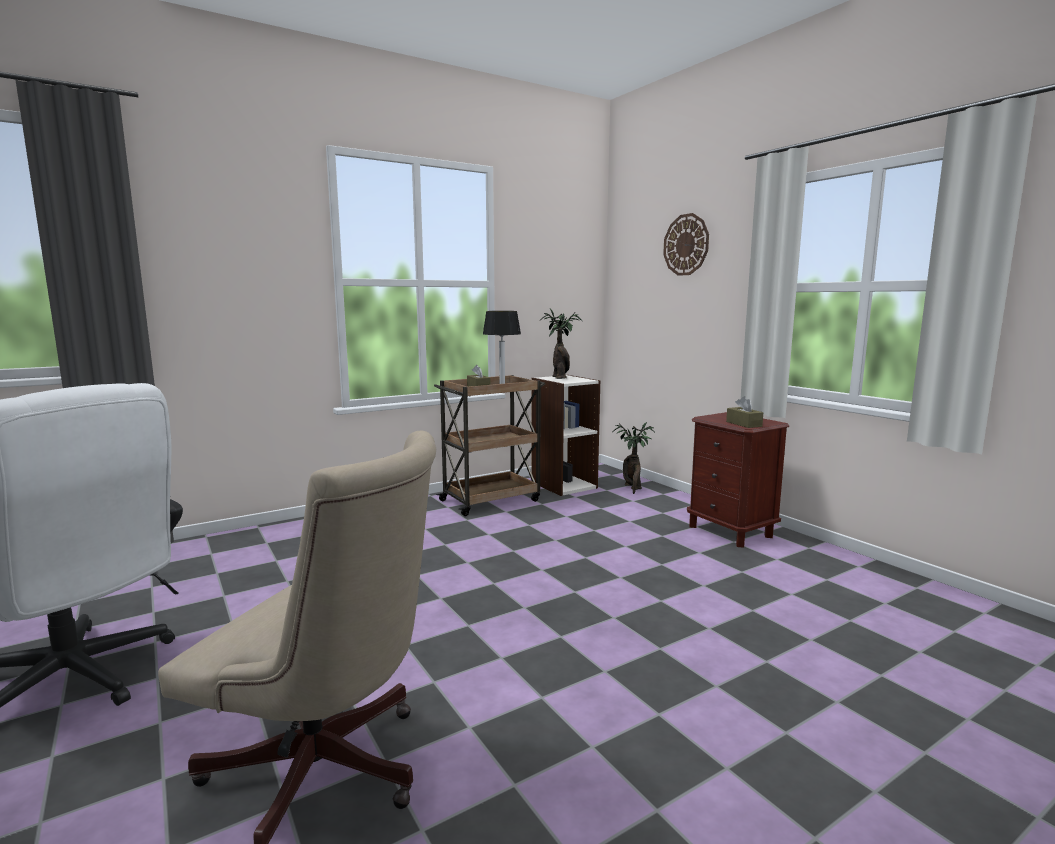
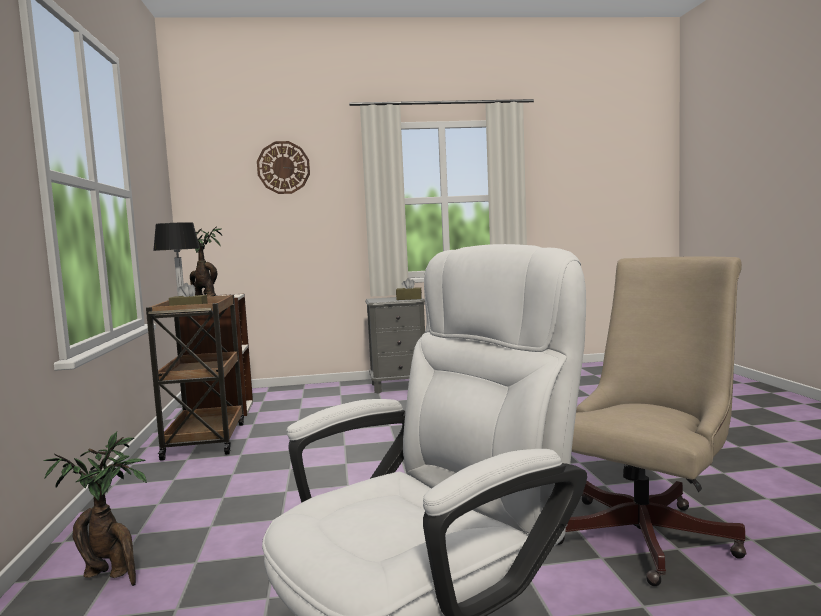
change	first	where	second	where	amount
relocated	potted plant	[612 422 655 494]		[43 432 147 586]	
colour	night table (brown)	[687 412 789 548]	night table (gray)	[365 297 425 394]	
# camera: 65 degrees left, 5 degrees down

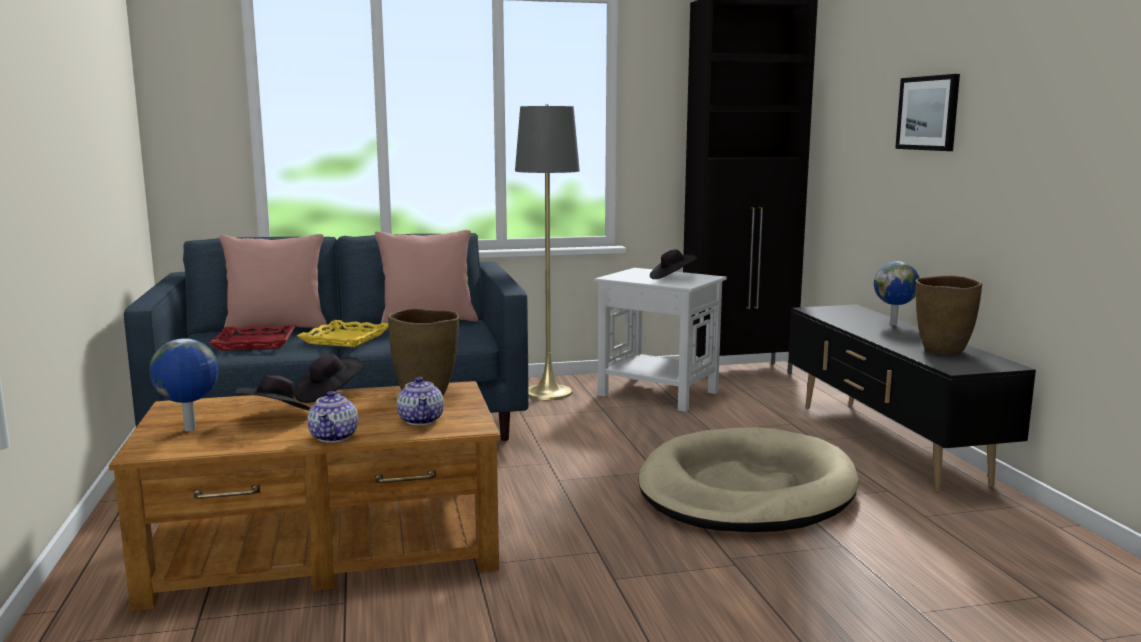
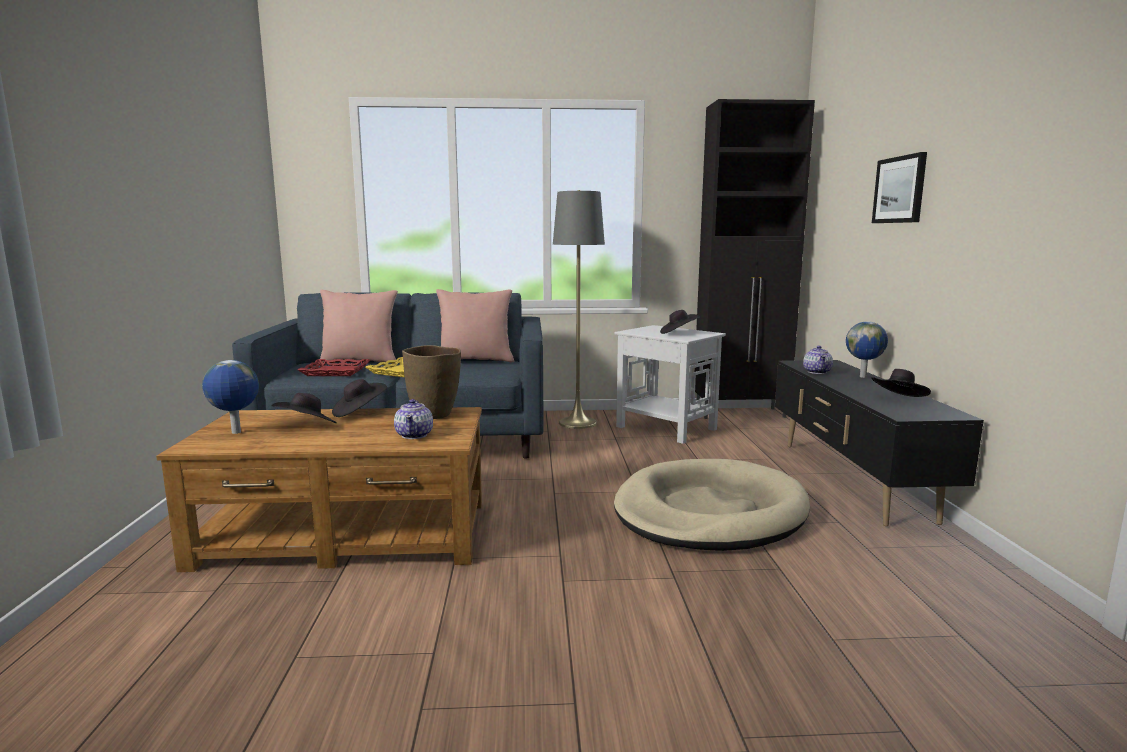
change	first	where	second	where	amount
relocated	pot for tea	[307 391 358 443]		[803 346 833 374]	
exchanged	vase (brown)	[916 276 982 355]	hat (blackish)	[871 369 931 397]	
# camera: 10 degrees right, 0 degrees up

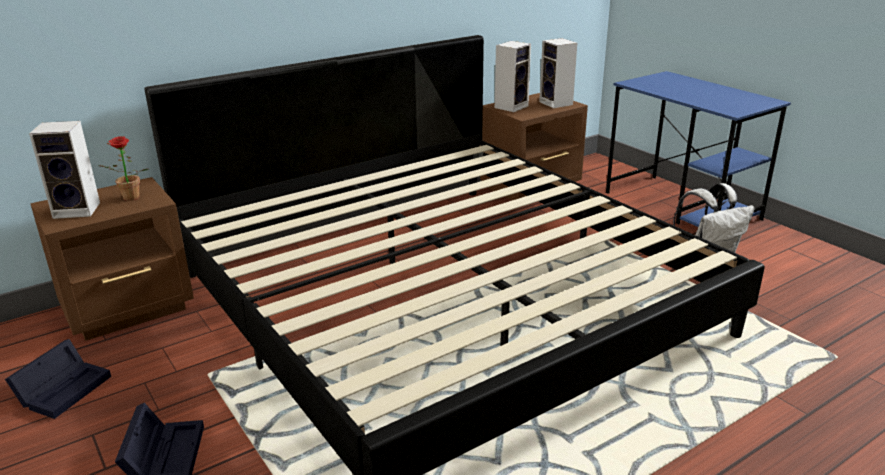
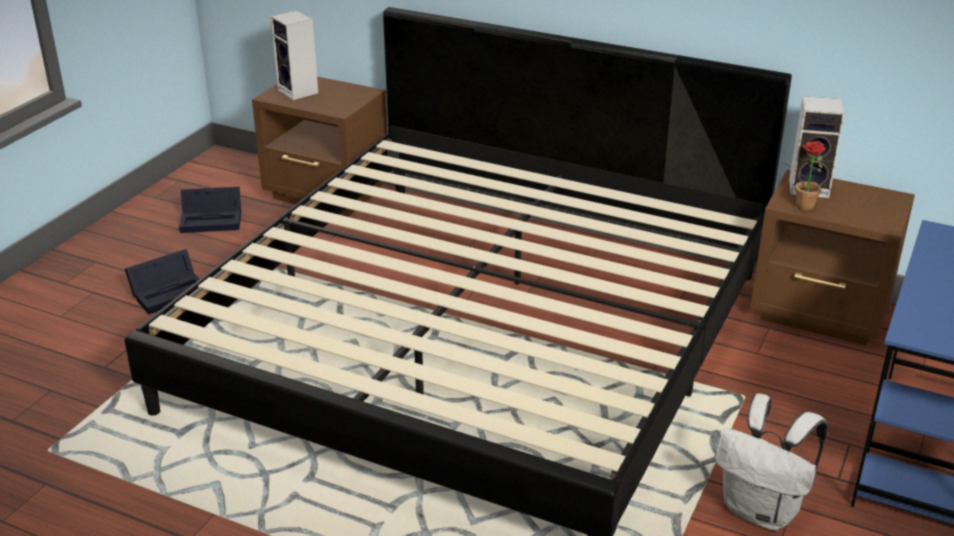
change	first	where	second	where	amount
relocated	potted plant	[98 136 148 201]		[782 142 828 211]	
missing	speaker	[539 38 577 108]			
# camera: 60 degrees right, 5 degrees up

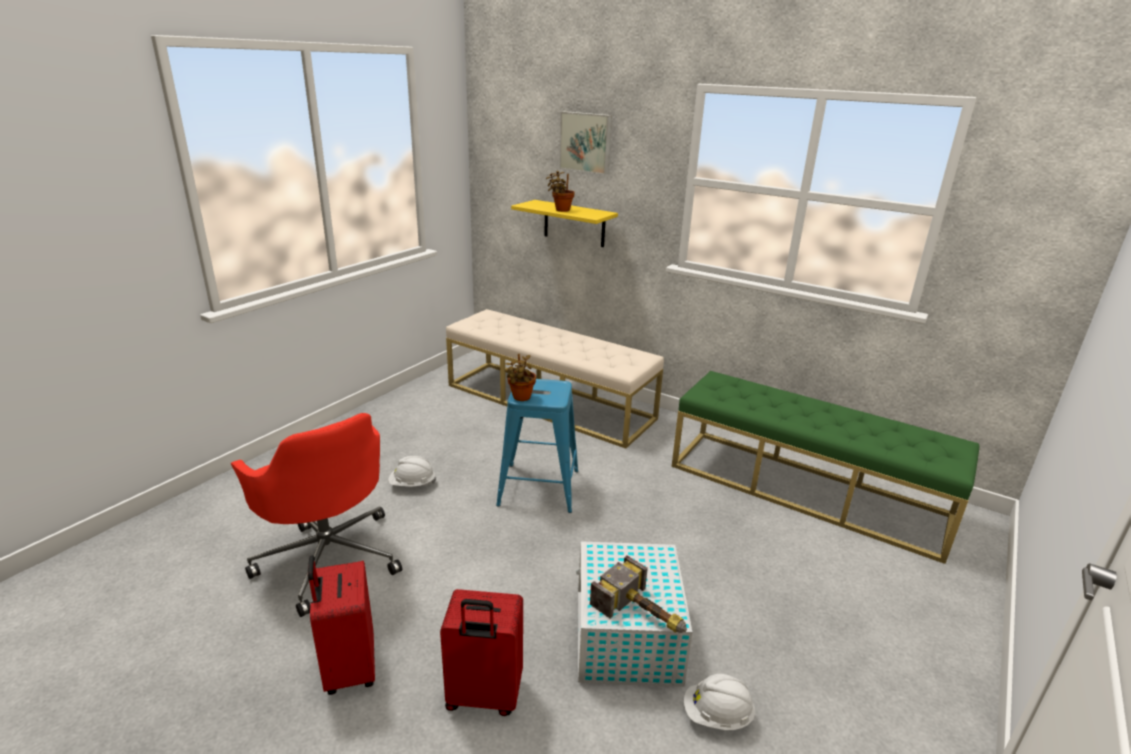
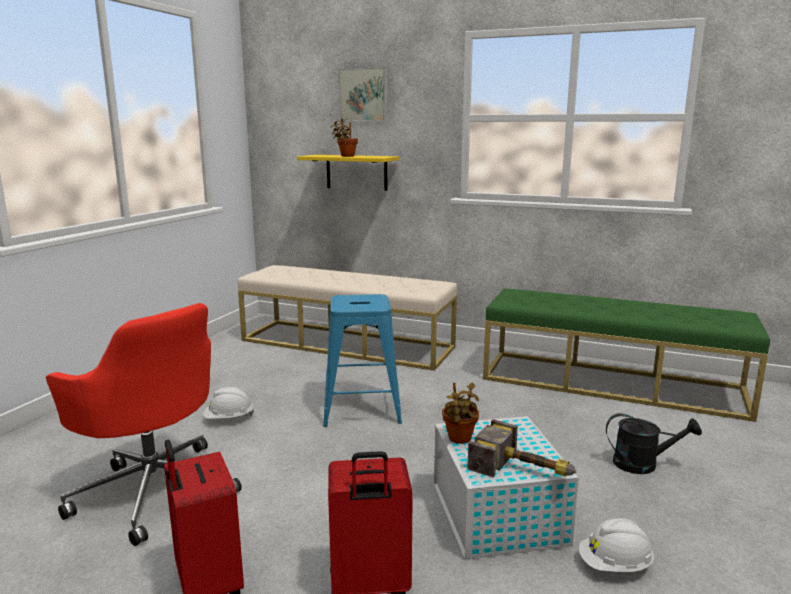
change	first	where	second	where	amount
relocated	potted plant	[505 354 536 401]		[442 383 479 444]	
appeared			watering pot (blackish)	[606 413 702 474]	
# camera: 10 degrees left, 10 degrees down

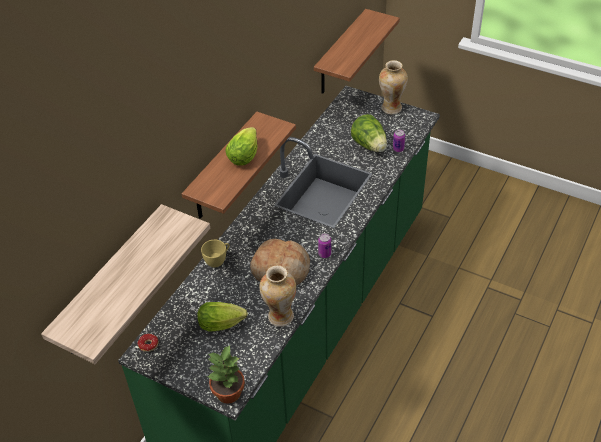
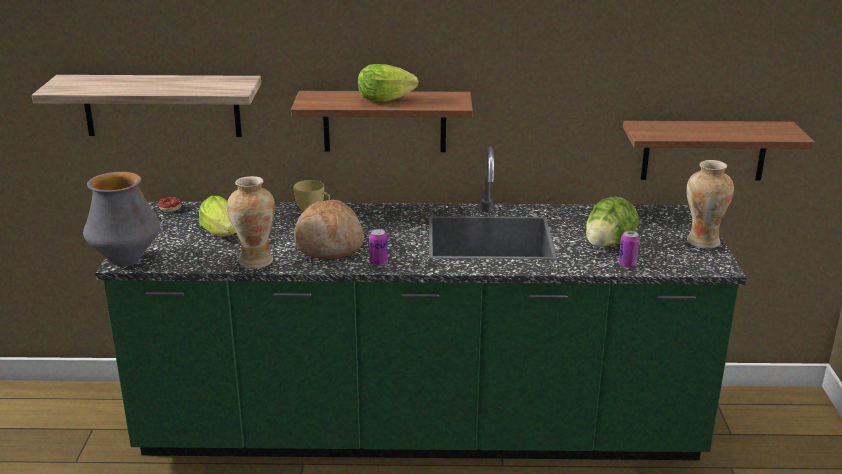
change	first	where	second	where	amount
exchanged	potted plant	[207 346 245 404]	vase	[83 172 160 267]	
# camera: 60 degrees right, 20 degrees down

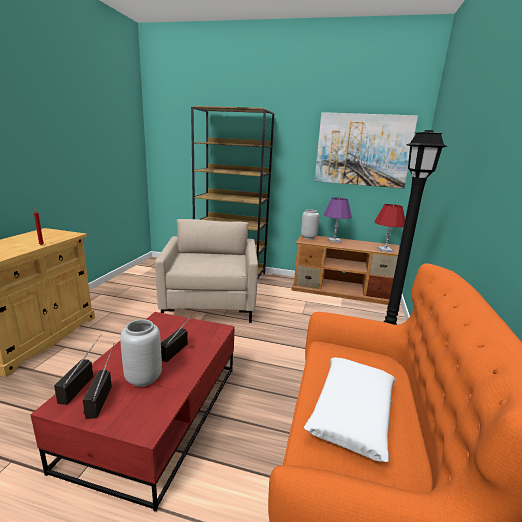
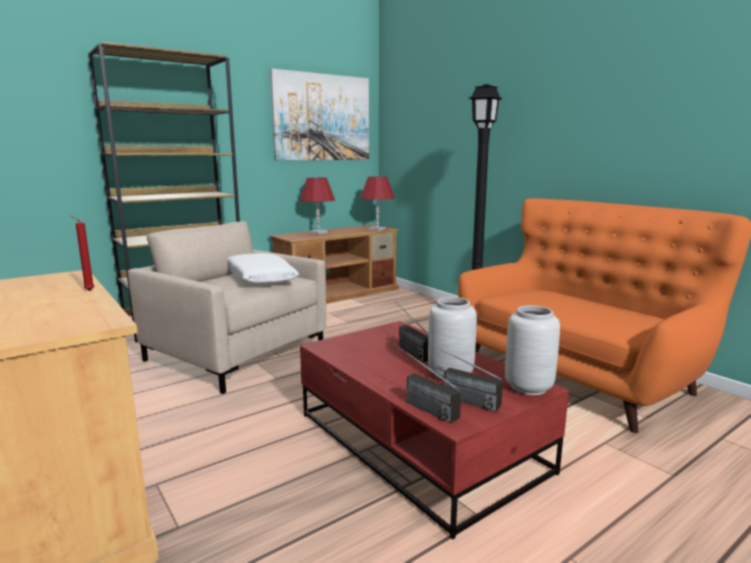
change	first	where	second	where	amount
relocated	vase (gray)	[301 209 319 239]		[505 305 560 395]	
relocated	throw pillow (white)	[304 357 396 462]		[227 253 299 283]	
colour	table lamp (purplish)	[324 197 352 242]	table lamp (reddish)	[300 178 335 234]	
# camera: 50 degrees left, 5 degrees down

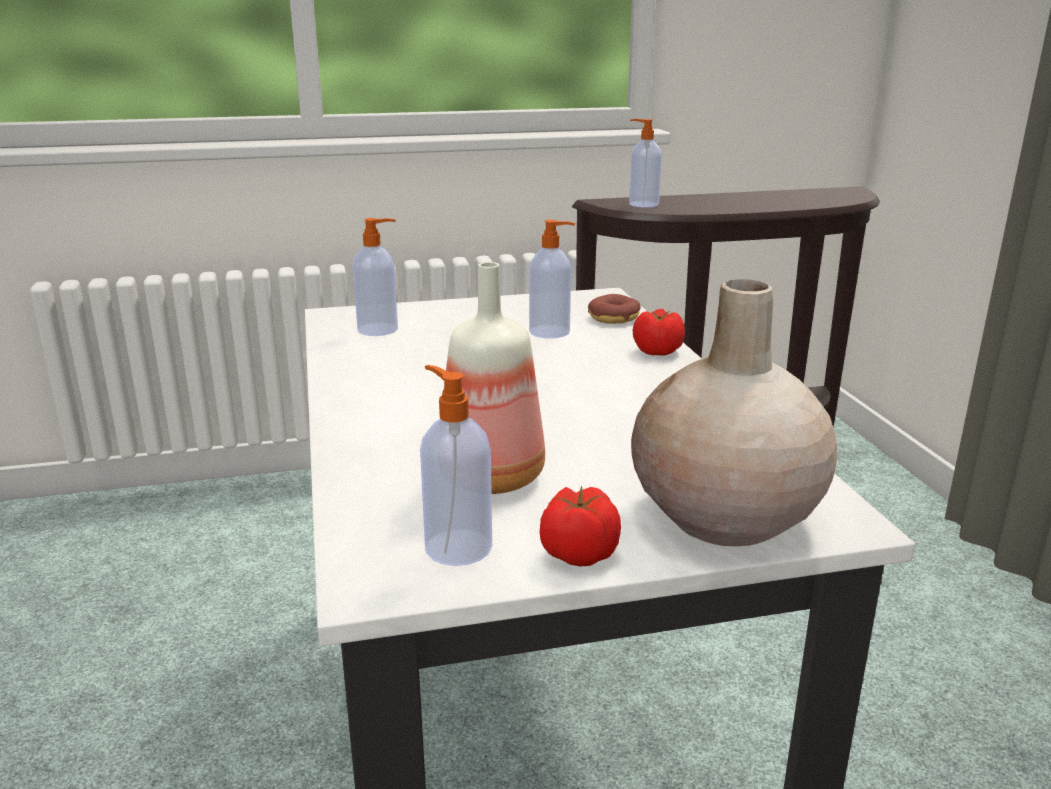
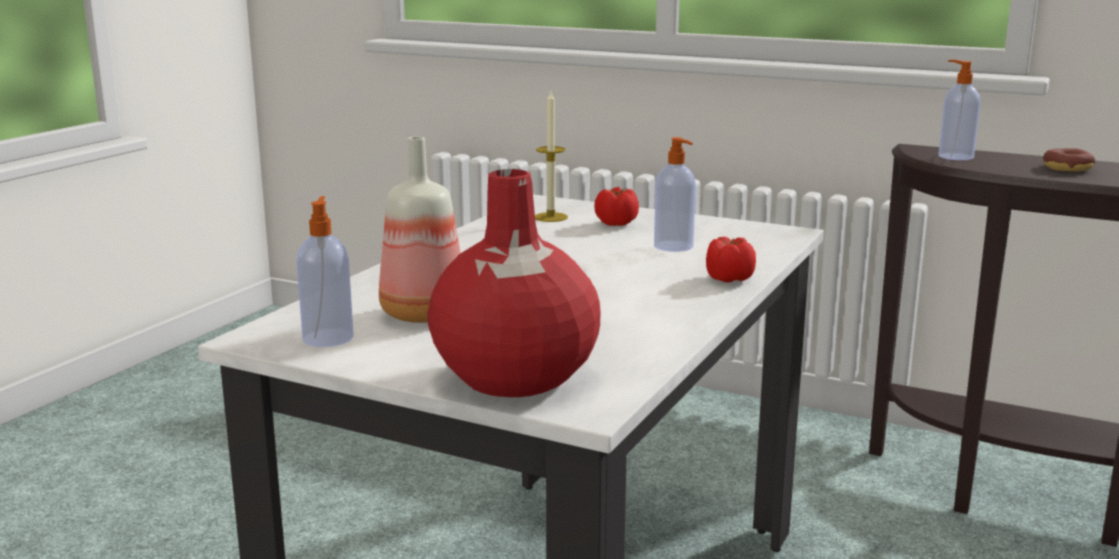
change	first	where	second	where	amount
exchanged	soap bottle	[353 218 398 336]	wax light	[535 89 568 222]	
relocated	tomato	[540 486 621 567]		[594 187 639 226]	
relocated	doughnut	[588 294 641 324]		[1044 148 1095 171]	
colour	vase (beige-coloured)	[631 279 837 546]	vase (reddish)	[427 169 600 397]	
# camera: 40 degrees right, 5 degrees down

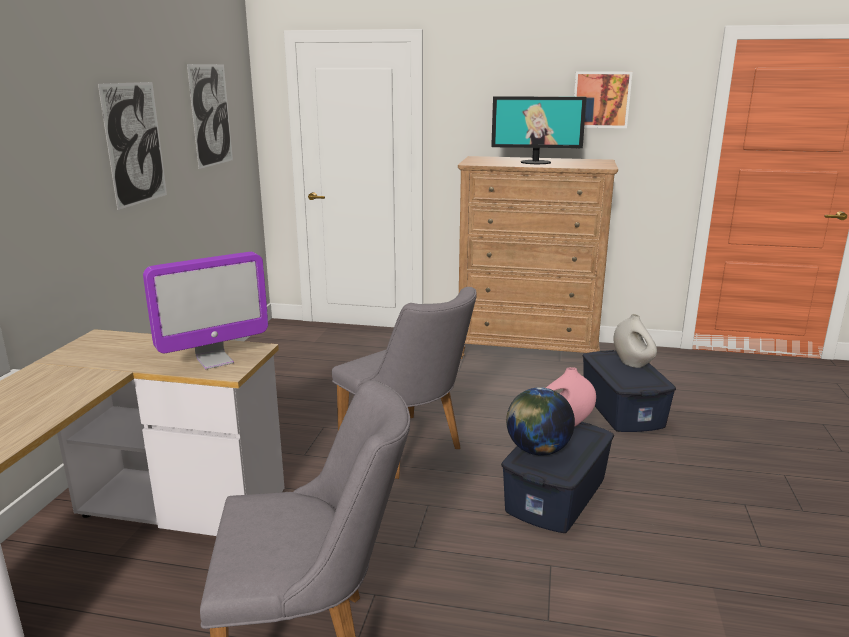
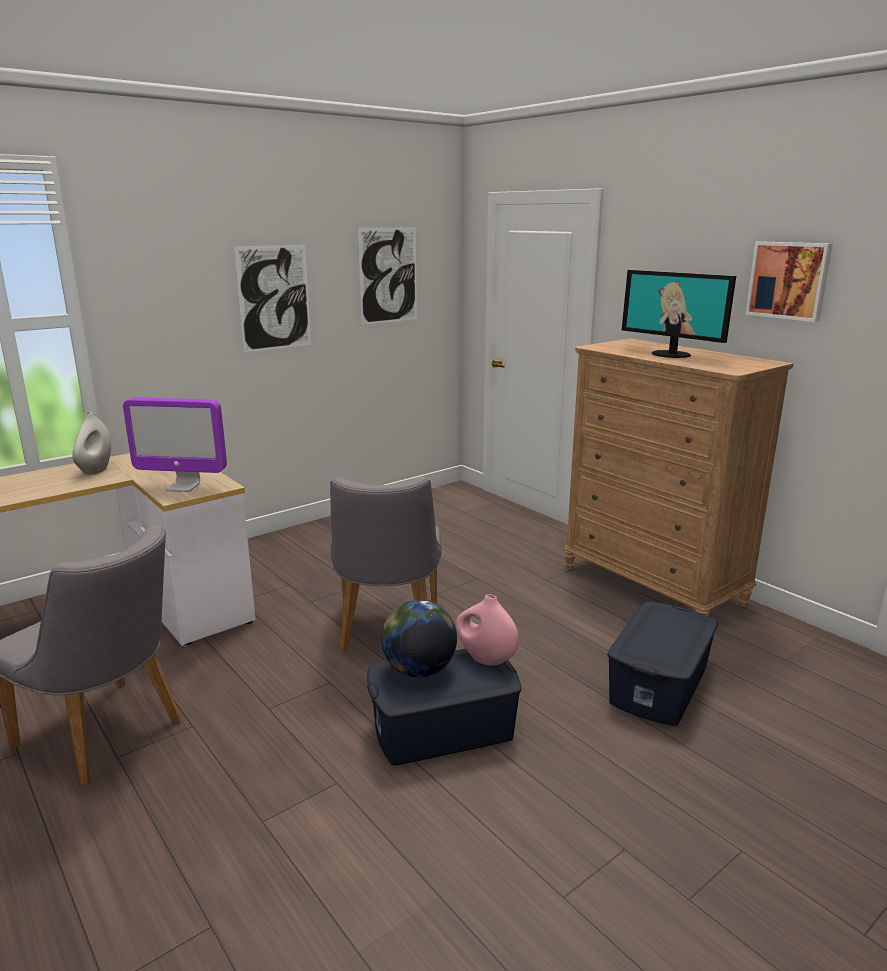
change	first	where	second	where	amount
relocated	vase (white)	[613 314 657 368]		[72 412 112 475]	
# camera: 40 degrees right, 0 degrees up

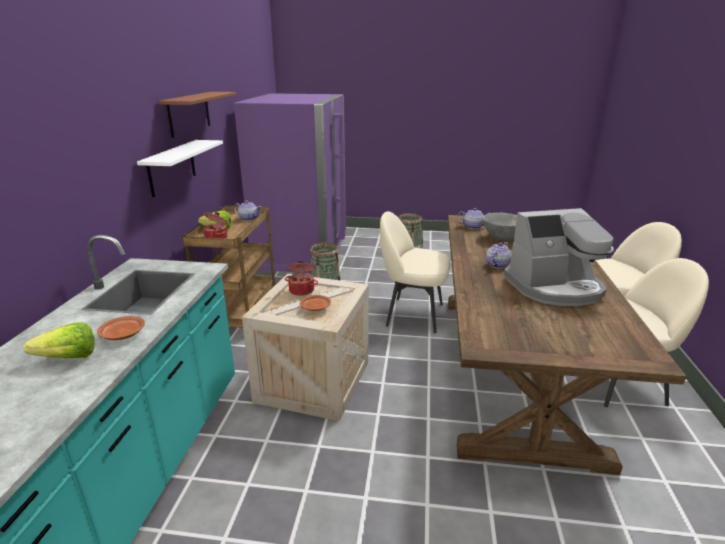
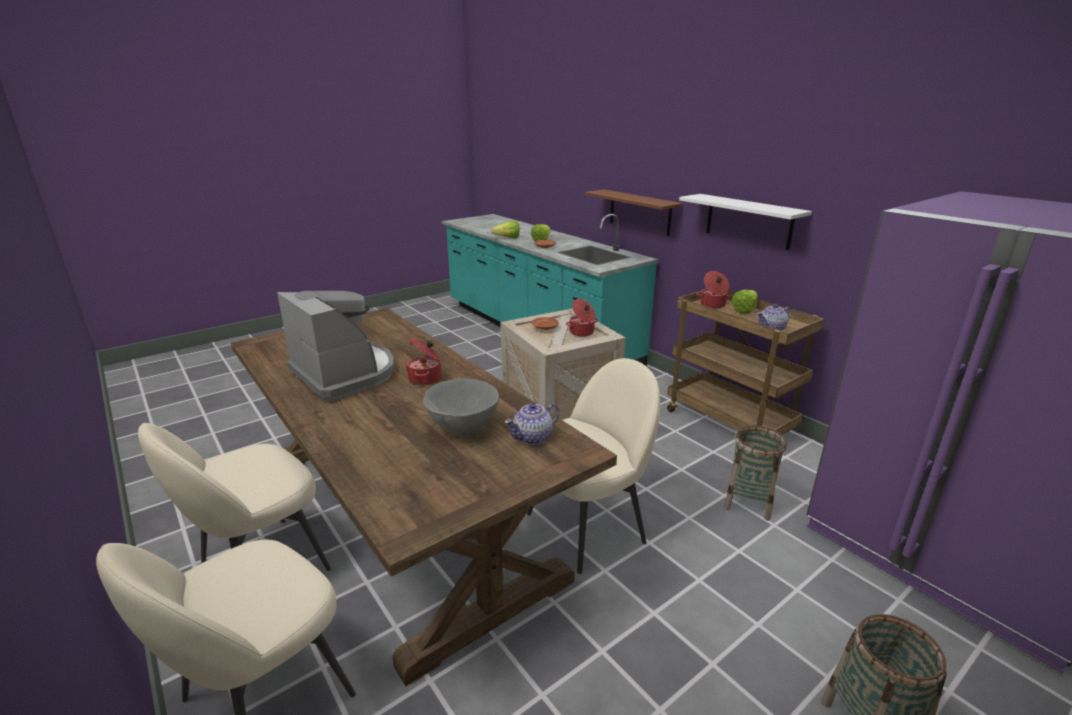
change	first	where	second	where	amount
relocated	wall shelf (brown)	[159 92 236 138]		[584 189 683 236]	
exchanged	pot for tea	[486 242 512 268]	stockpot	[406 338 442 385]	
spun	coffee maker	[504 208 614 306]		[277 291 394 401]	105 degrees clockwise
appeared			lettuce	[491 221 520 238]	
# camera: 135 degrees right, 0 degrees up

